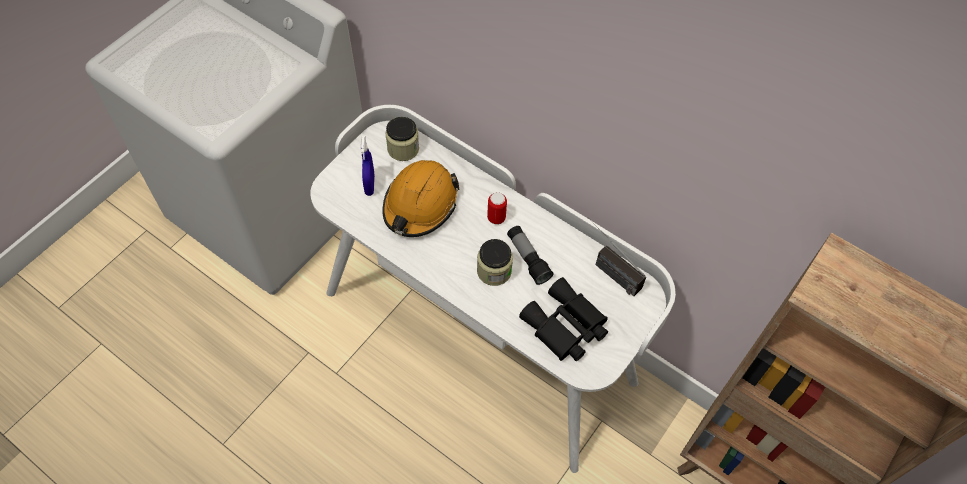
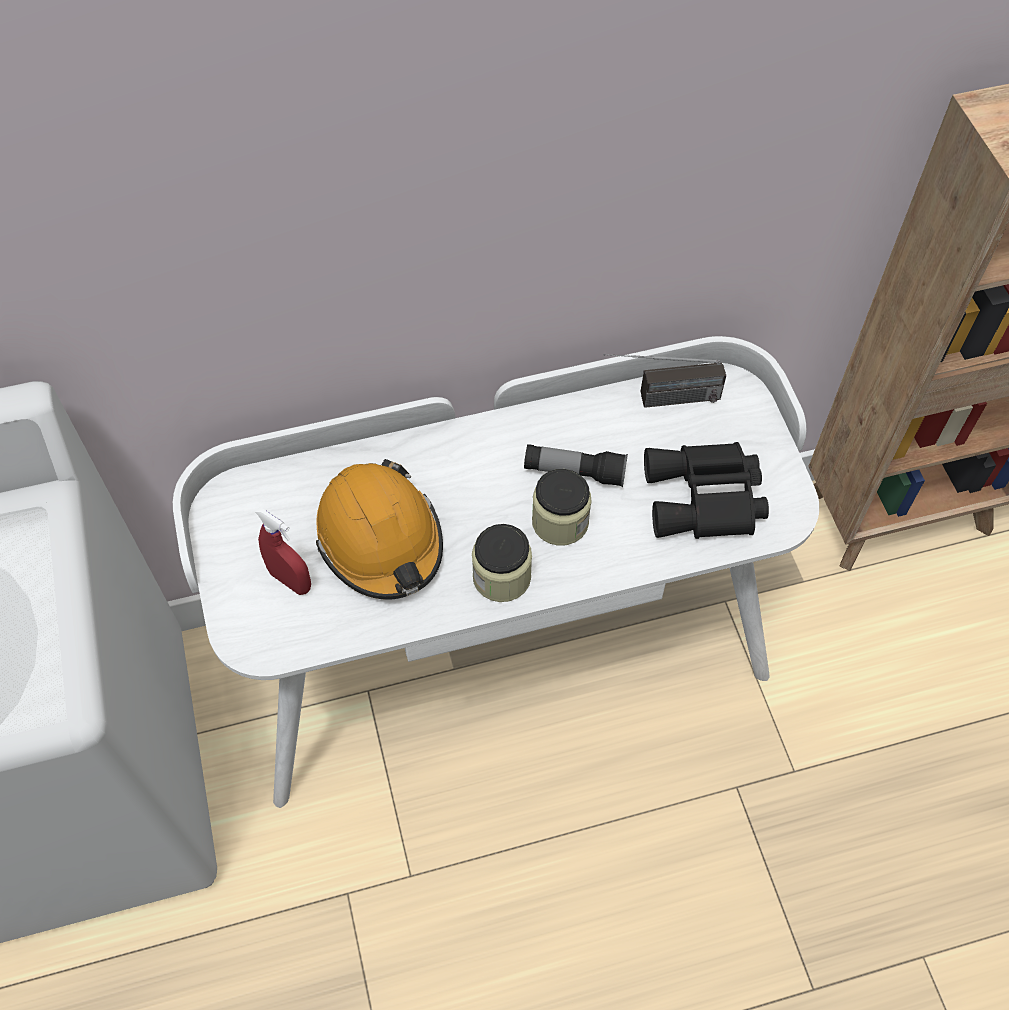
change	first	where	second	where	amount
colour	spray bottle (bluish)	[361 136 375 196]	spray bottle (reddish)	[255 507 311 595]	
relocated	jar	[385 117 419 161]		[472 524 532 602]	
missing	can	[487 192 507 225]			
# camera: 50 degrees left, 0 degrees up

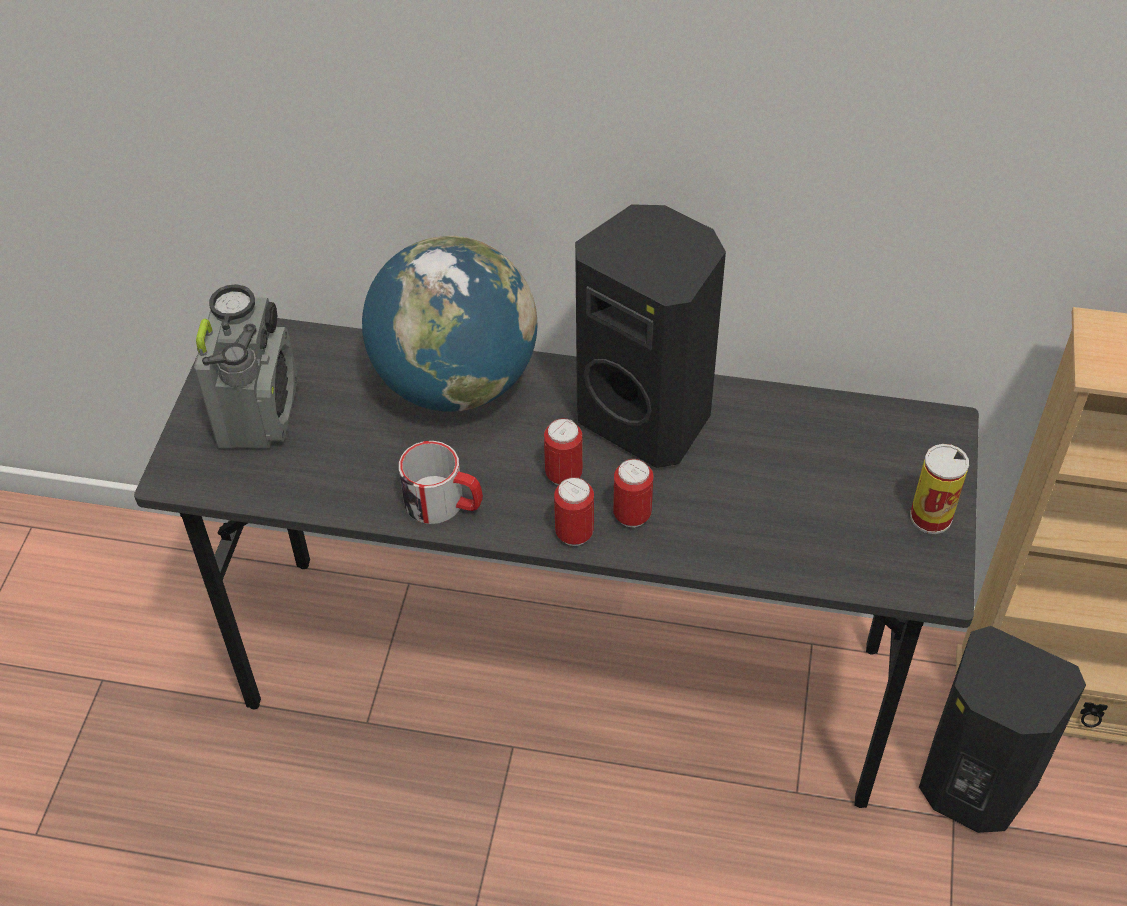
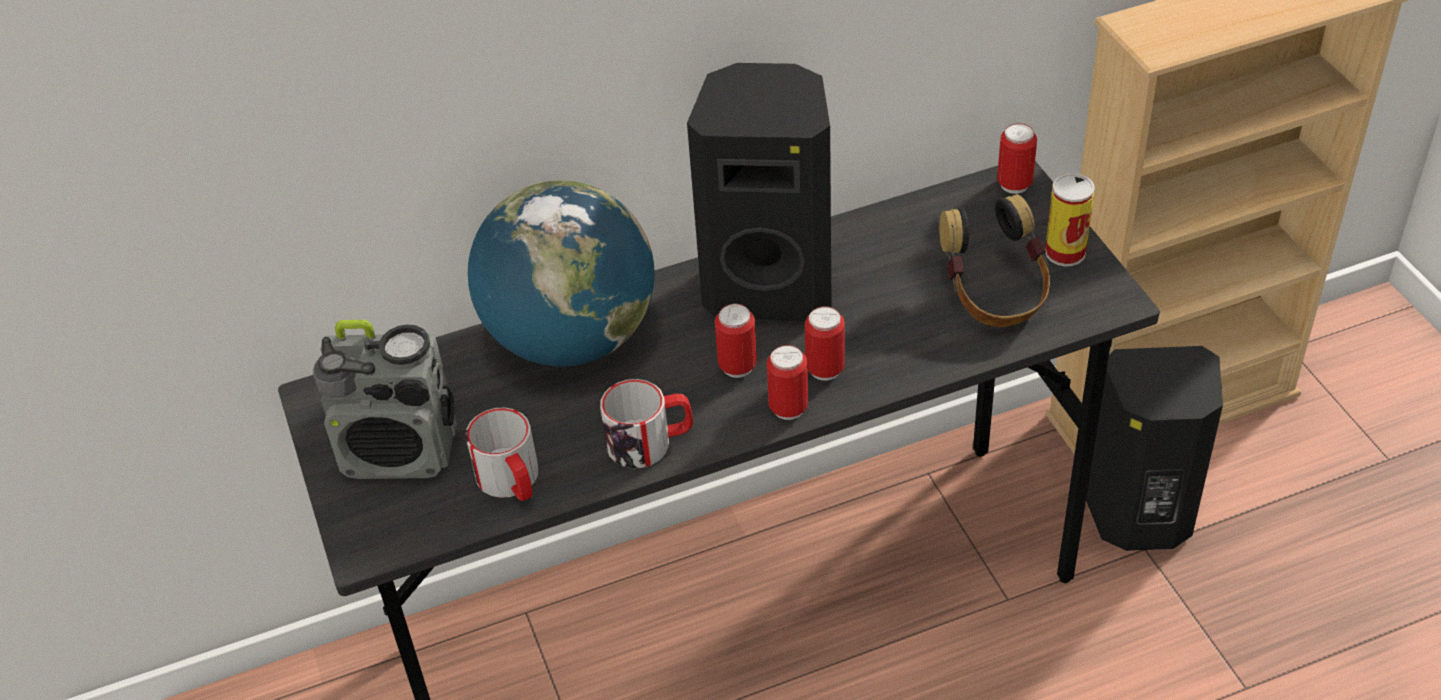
change	first	where	second	where	amount
spun	radio set	[194 284 297 449]		[313 320 457 479]	120 degrees clockwise
appeared			mug	[465 407 539 501]	
appeared			headset	[939 194 1050 327]	
appeared			can	[997 123 1037 194]	
# camera: 30 degrees left, 5 degrees down

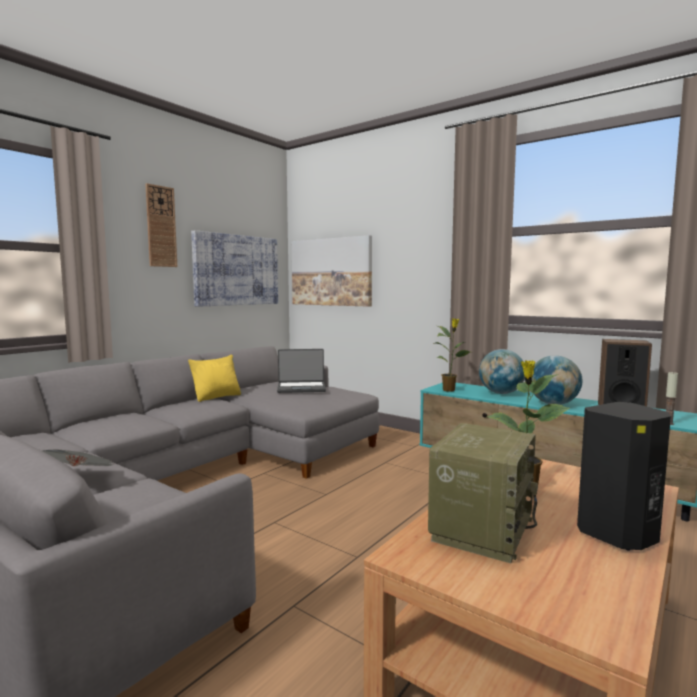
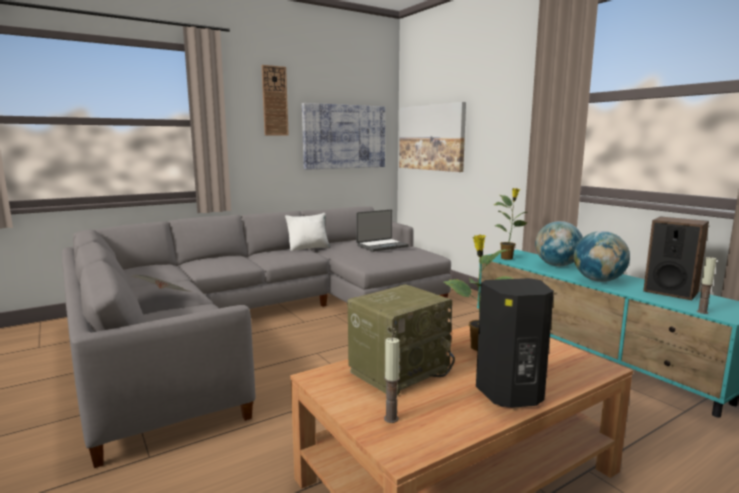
change	first	where	second	where	amount
colour	throw pillow (yellow-coloured)	[188 355 242 402]	throw pillow (white)	[285 213 330 251]	
spun	laptop	[277 349 326 393]		[356 209 409 252]	45 degrees counterclockwise
appeared			wax light	[384 338 400 423]	
# camera: 20 degrees right, 5 degrees up

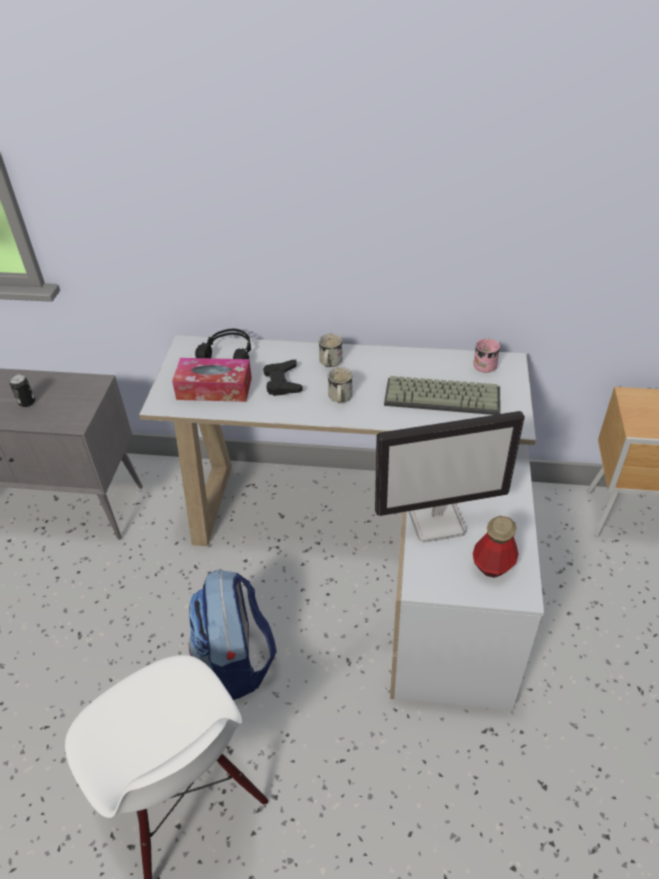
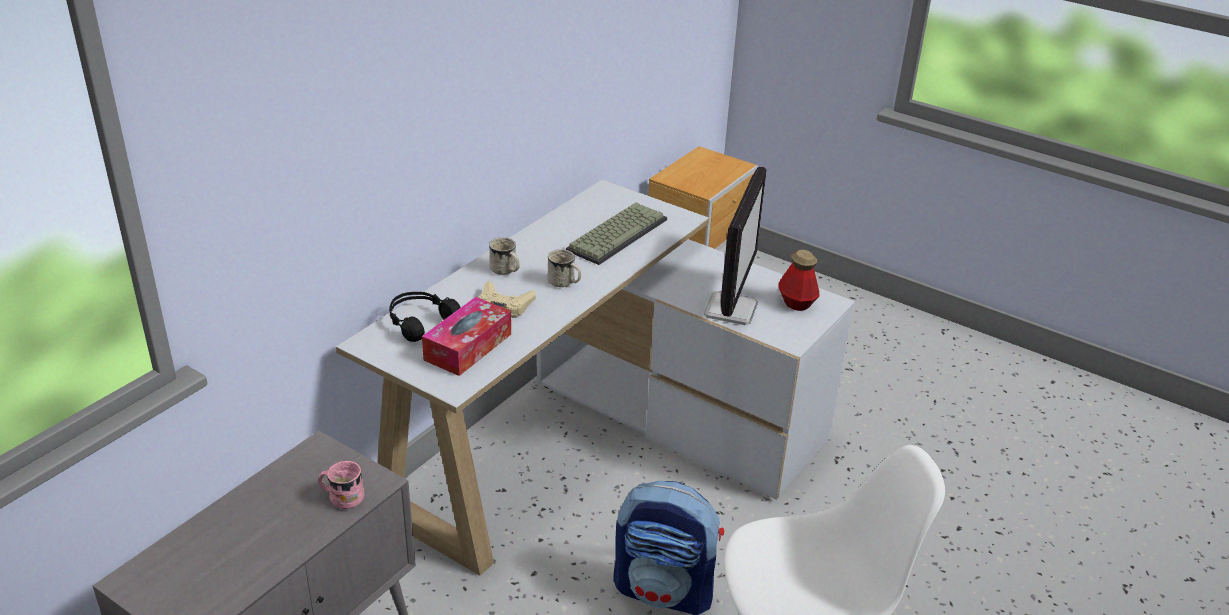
change	first	where	second	where	amount
missing	can	[10 374 35 407]			
colour	gamepad (blackish)	[263 360 303 396]	gamepad (beige-coloured)	[478 281 536 318]	
relocated	mug (pink-coloured)	[473 339 500 373]		[319 461 365 509]	
# camera: 65 degrees left, 10 degrees down

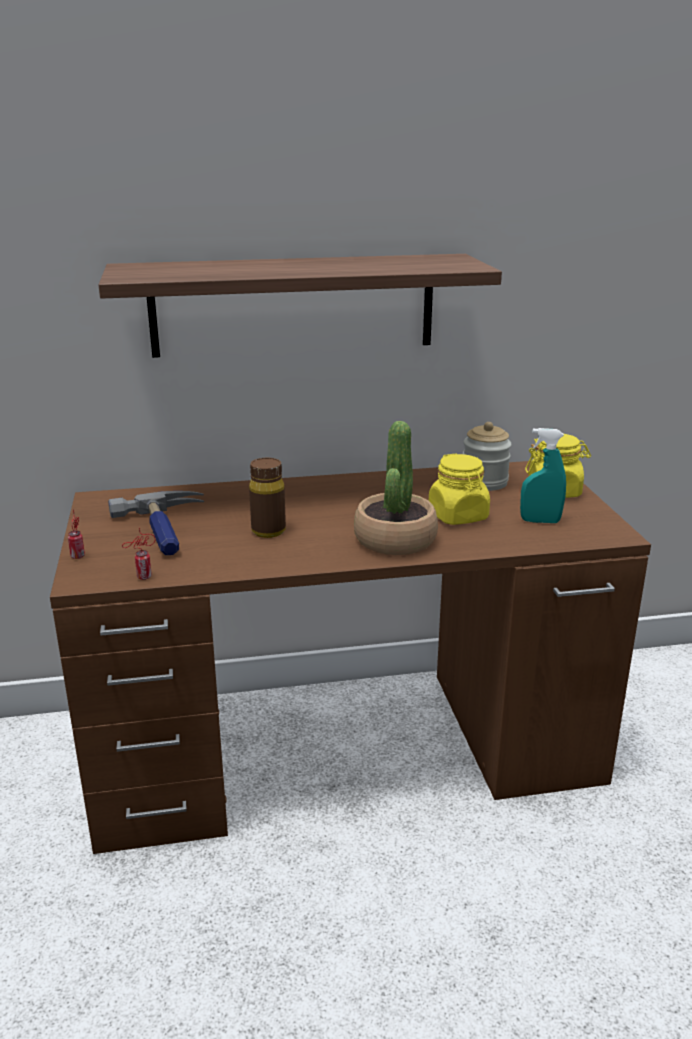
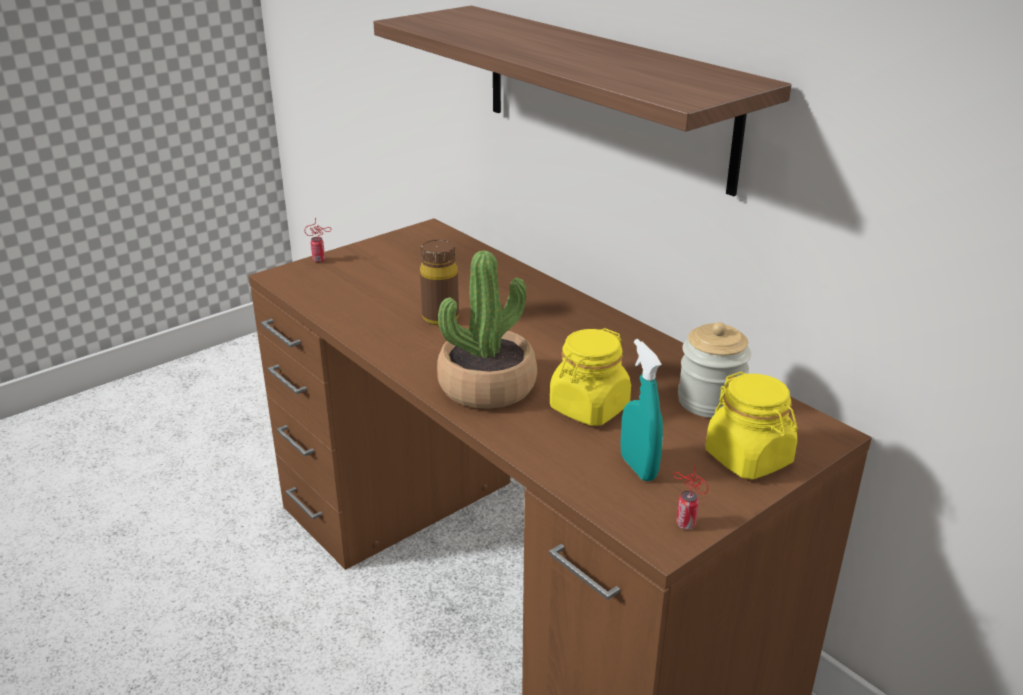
change	first	where	second	where	amount
missing	hammer	[108 491 204 555]			
relocated	can	[122 527 155 580]		[673 465 708 530]	
# camera: 60 degrees right, 5 degrees up

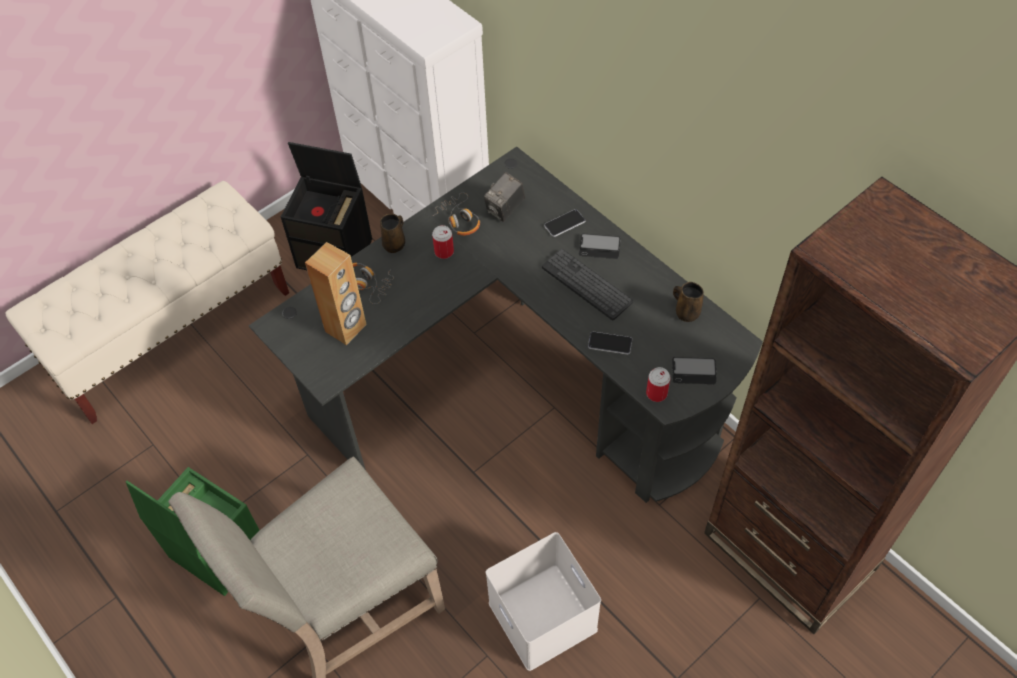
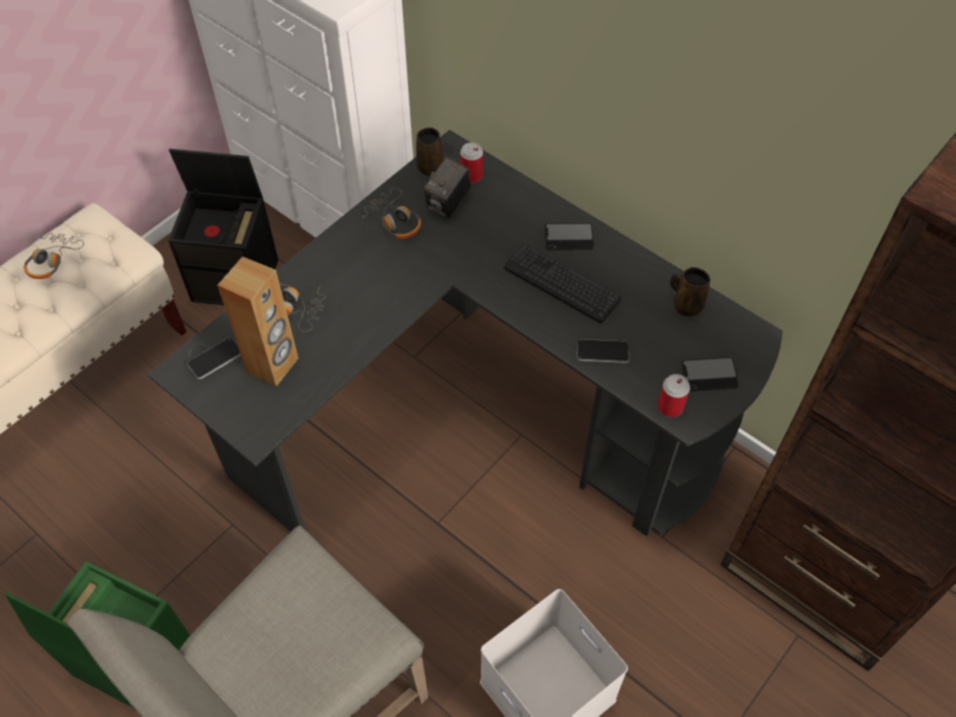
change	first	where	second	where	amount
relocated	mug (brown)	[380 214 405 253]		[416 127 443 176]	
relocated	can	[432 225 454 259]		[460 142 483 183]	
relocated	phone	[544 209 586 237]		[187 337 241 379]	
appeared			headset	[23 233 84 279]	
# camera: 10 degrees left, 0 degrees up

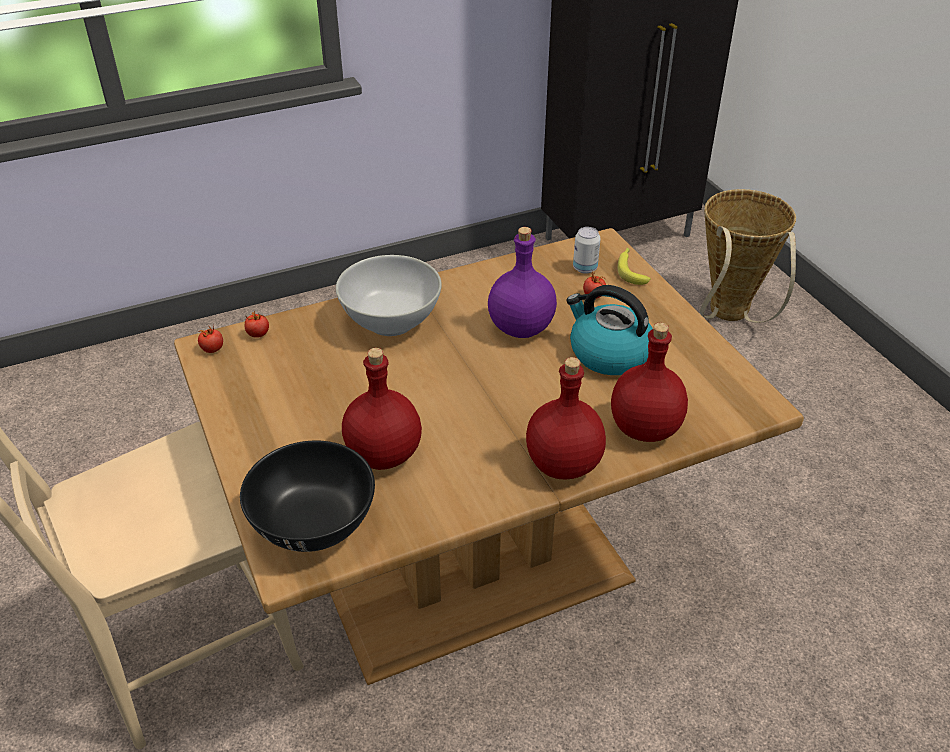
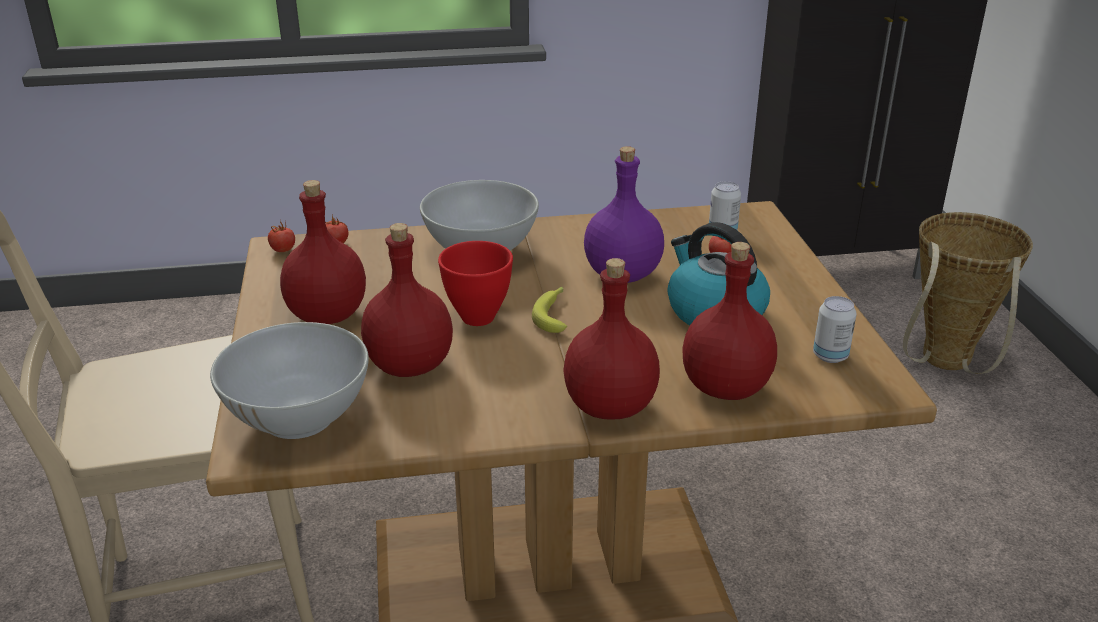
change	first	where	second	where	amount
colour	deep dish (blackish)	[240 440 375 552]	deep dish (white)	[210 322 369 439]	
relocated	whole banana	[618 247 651 285]		[532 287 567 333]	
appeared			beverage bottle (reddish)	[280 180 366 324]	
appeared			deep dish (reddish)	[438 241 513 326]	
appeared			can	[813 296 857 363]	
# camera: 15 degrees right, 10 degrees down

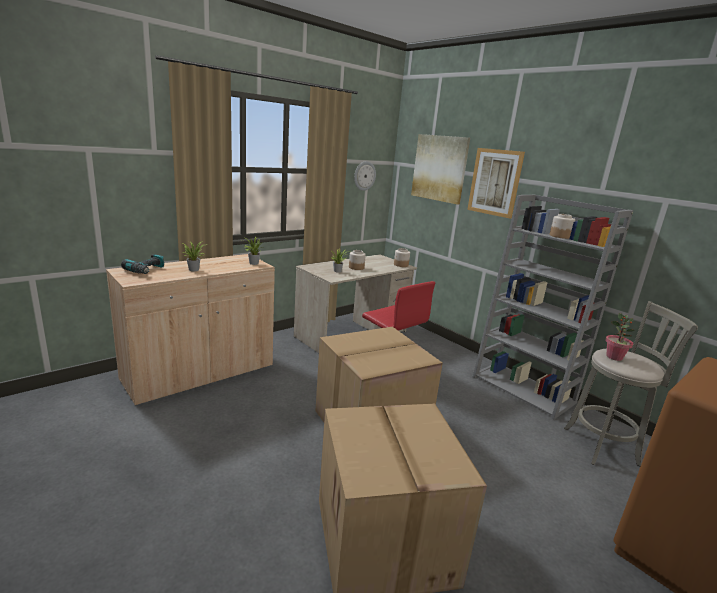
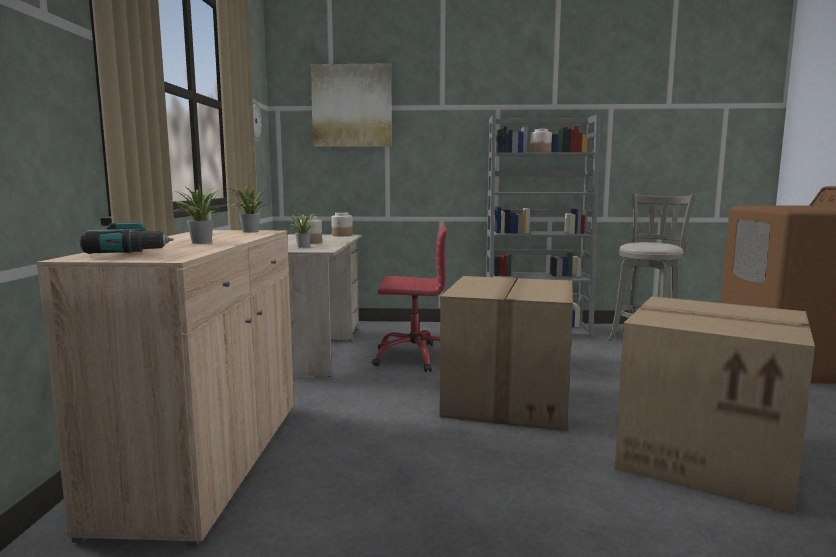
change	first	where	second	where	amount
missing	wall picture	[467 148 525 219]			
missing	potted plant	[605 313 634 361]			
# camera: 45 degrees left, 10 degrees down

